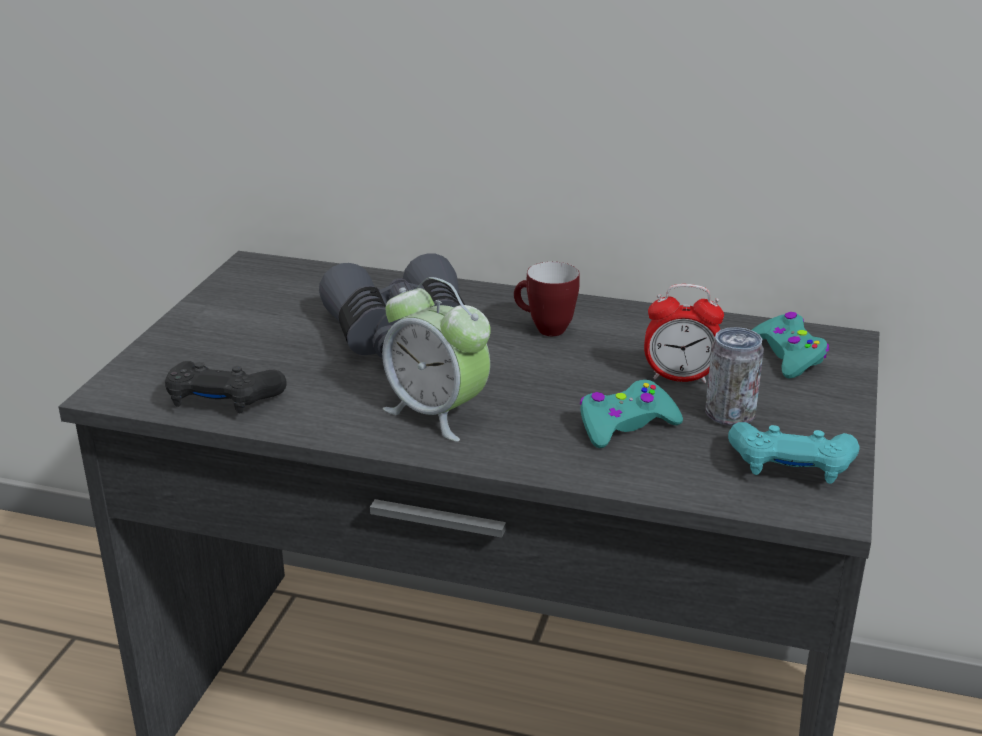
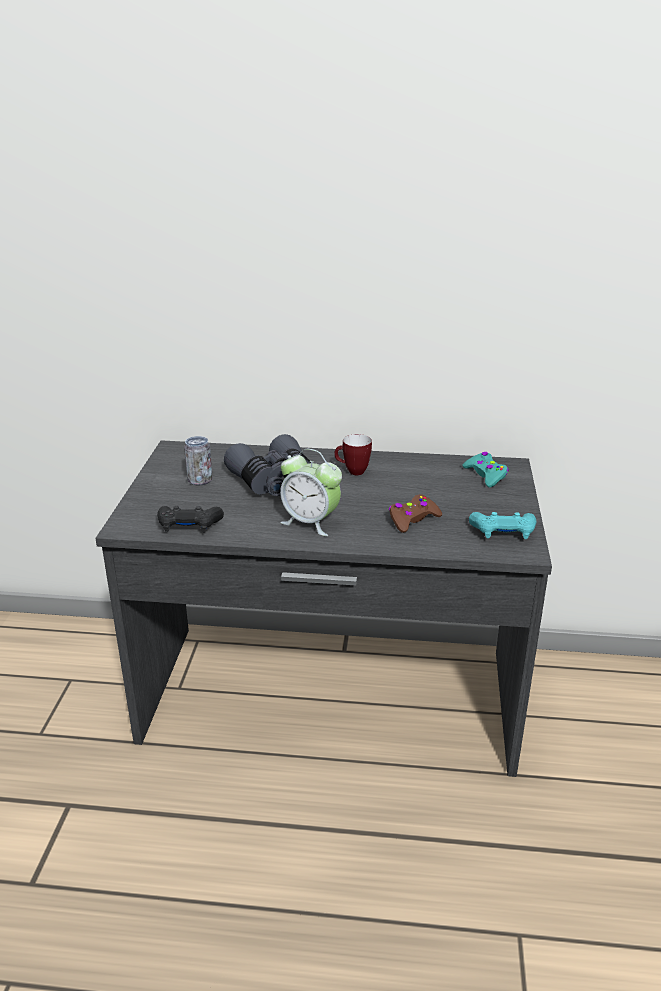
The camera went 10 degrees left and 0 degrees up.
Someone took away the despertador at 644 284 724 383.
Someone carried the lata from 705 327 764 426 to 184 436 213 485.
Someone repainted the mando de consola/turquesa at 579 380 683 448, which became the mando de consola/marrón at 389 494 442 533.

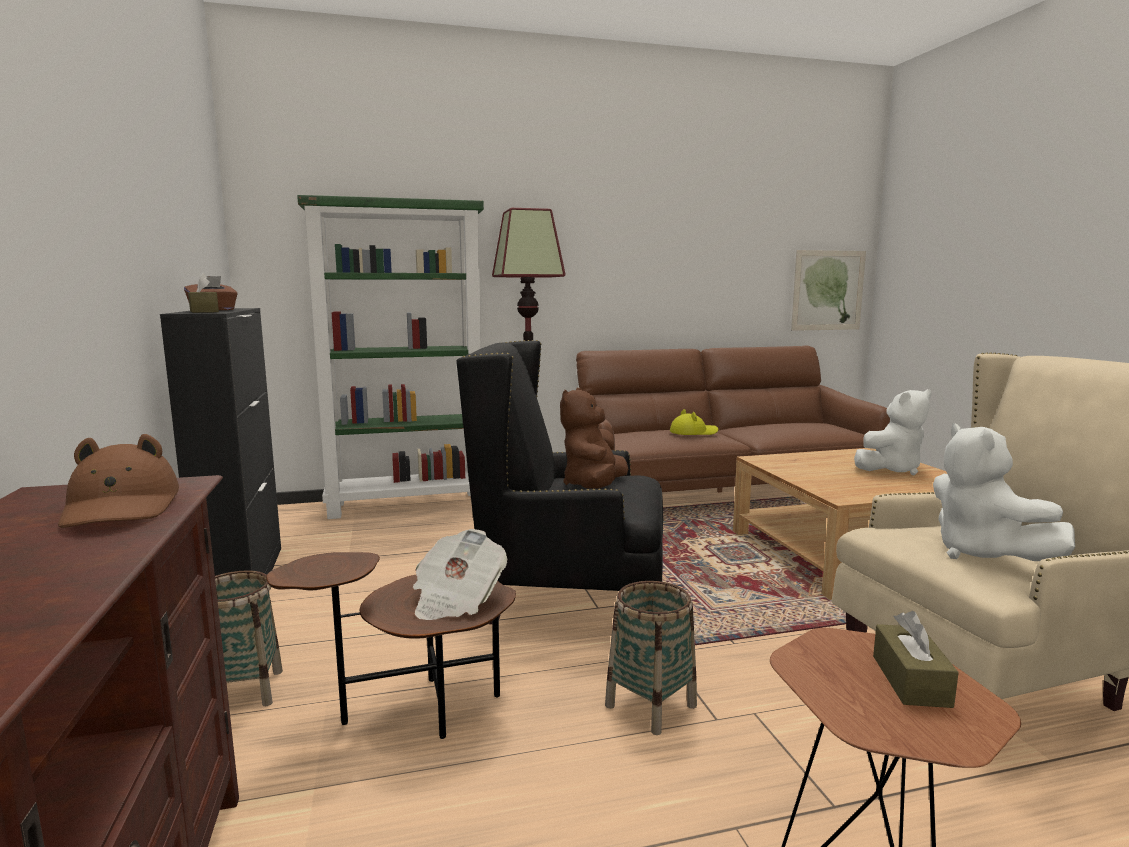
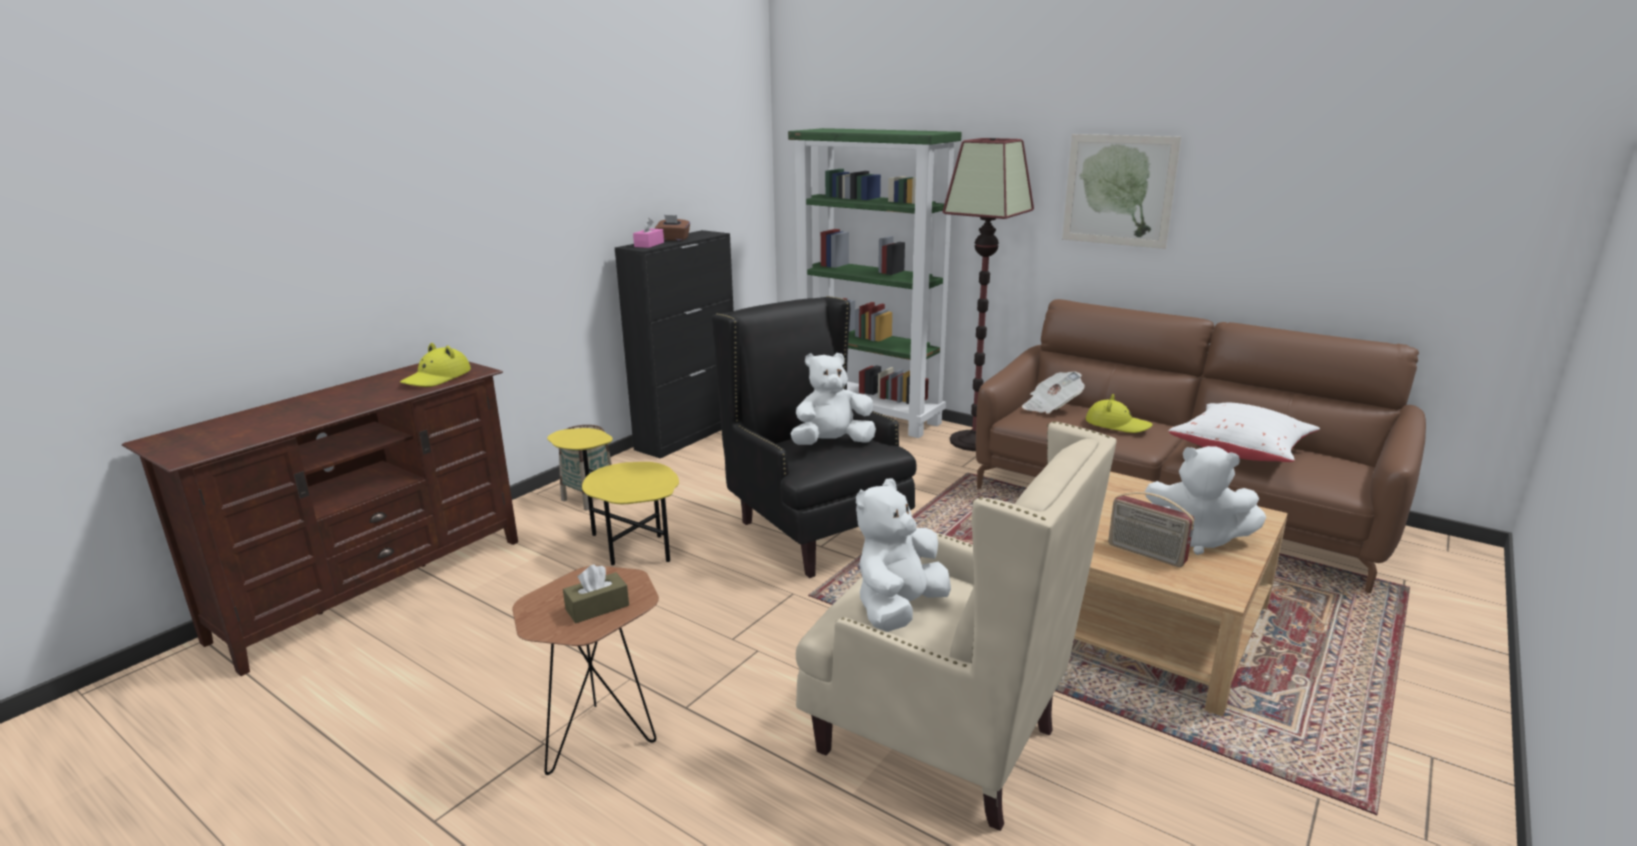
The camera went 50 degrees right and 10 degrees up.
Someone carried the cuadro from 791 250 866 331 to 1062 134 1181 249.
Someone repainted the caja de pañuelos/marrón at 188 273 219 313, which became the caja de pañuelos/rosa at 633 218 664 248.
Someone repainted the peluche/marrón at 560 388 628 489, which became the peluche/blanco at 791 353 876 445.
Someone repainted the sombrero/marrón at 58 434 179 528, which became the sombrero/amarillo at 400 343 471 387.
Someone carried the periódico from 413 529 508 620 to 1022 371 1085 414.
Someone repainted the mesa auxiliar/marrón at 266 552 516 739, which became the mesa auxiliar/amarillo at 547 428 679 565.
Someone took away the cesta at 605 581 697 735.
Someone put down the cojín/blanco at 1168 403 1320 462.
Someone put down the radio at 1108 492 1194 567.

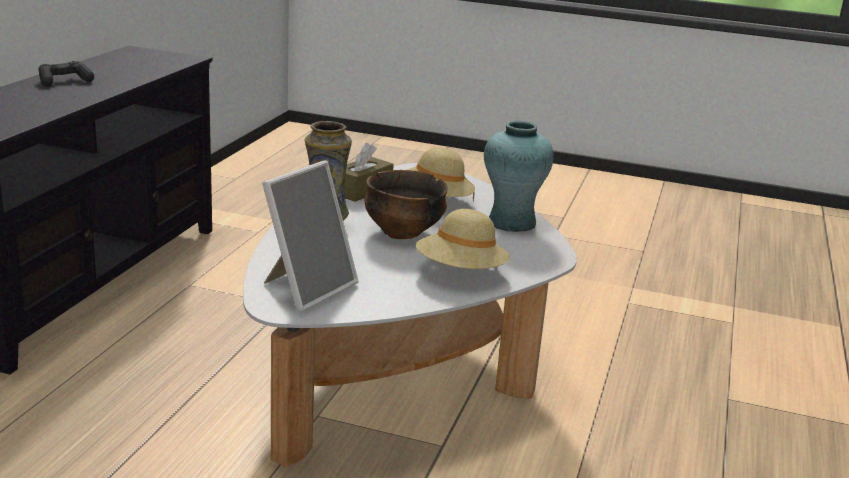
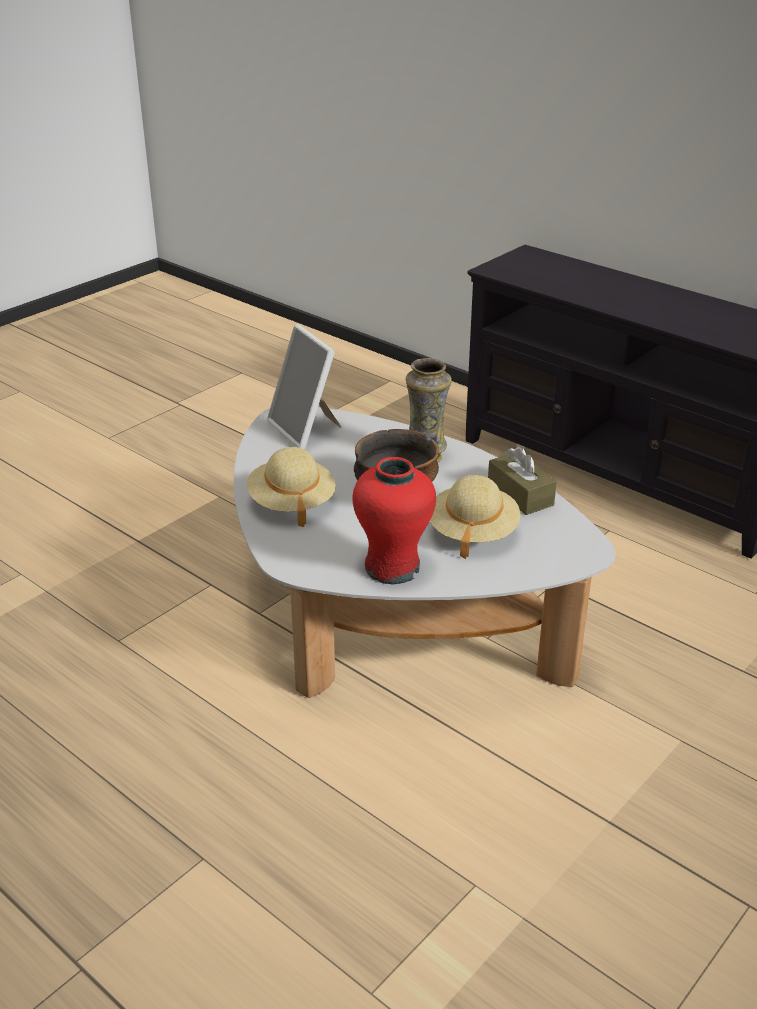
The camera went 115 degrees right and 10 degrees up.
Someone took away the mando de consola/negro at 38 61 94 86.
Someone repainted the florero/turquesa at 484 121 553 232, which became the florero/rojo at 352 457 436 584.

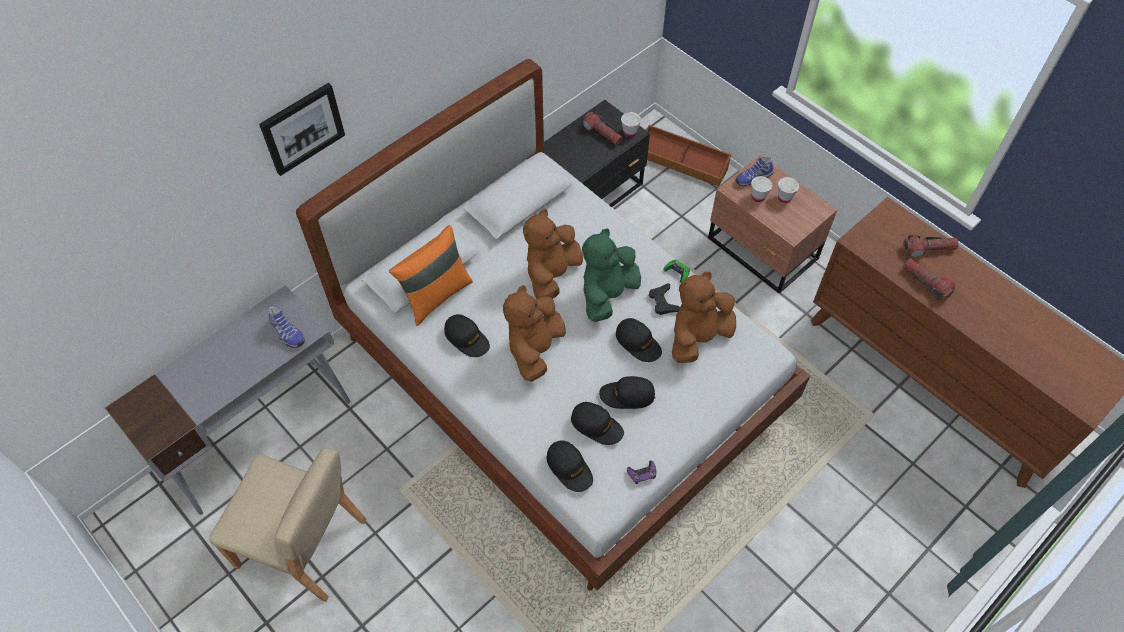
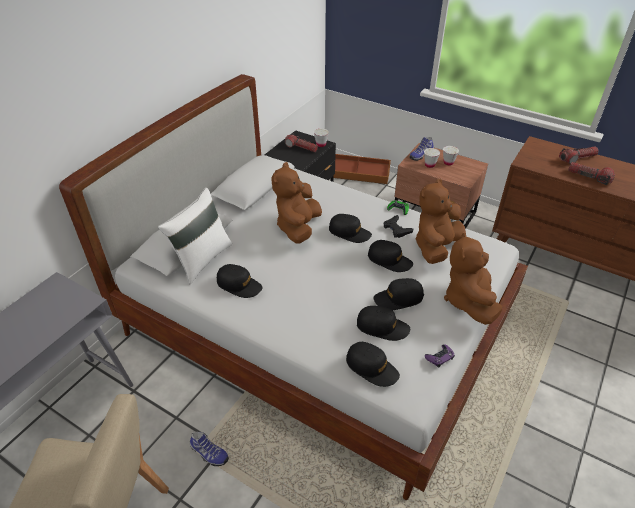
The camera went 15 degrees left and 15 degrees down.
Someone took away the cuadro at 259 83 345 176.
Someone repainted the cojín/naranja at 389 225 473 326, which became the cojín/blanco at 158 188 232 284.
Someone swapped the peluche/verde at 582 228 641 322 for the gorra/negro at 329 214 372 243.
Someone carried the peluche/marrón from 503 285 566 382 to 444 231 502 325.
Someone carried the zapato from 269 307 305 348 to 190 432 229 466.

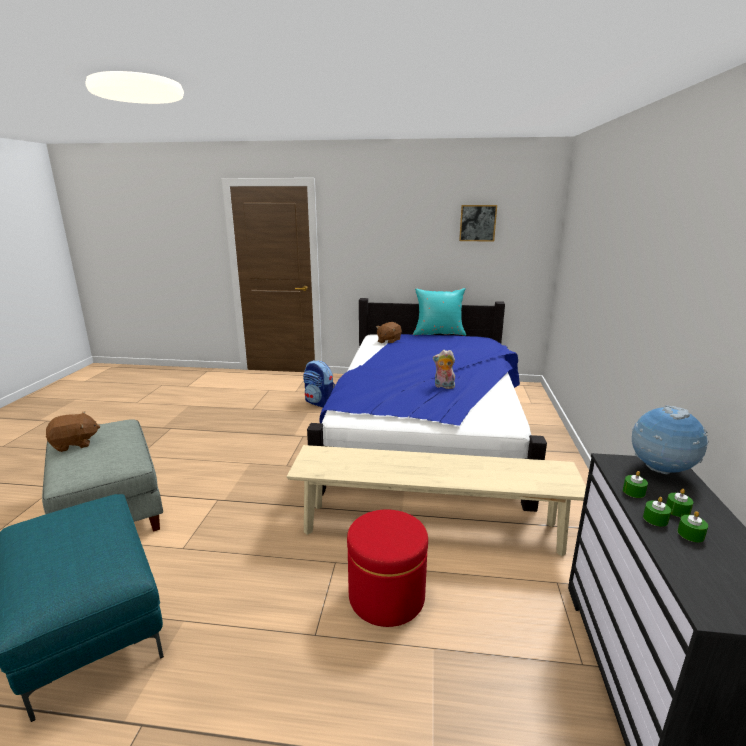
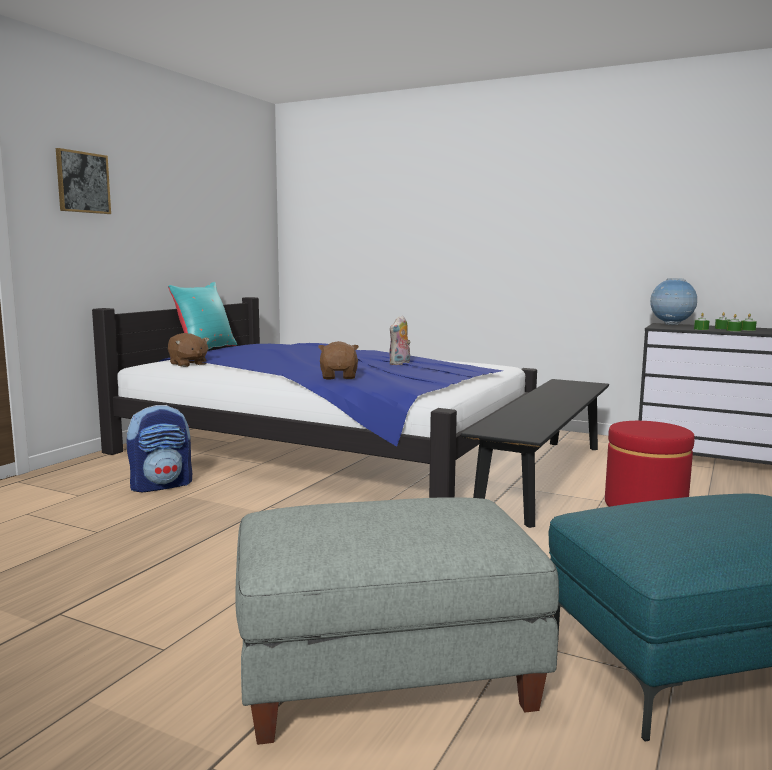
The camera went 70 degrees left and 10 degrees down.
Someone carried the cuadro from 459 205 497 242 to 56 148 111 214.
Someone carried the peluche/marrón from 46 411 100 452 to 318 341 359 379.
Someone repainted the banco/beis at 287 445 586 556, which became the banco/negro at 461 379 609 528.

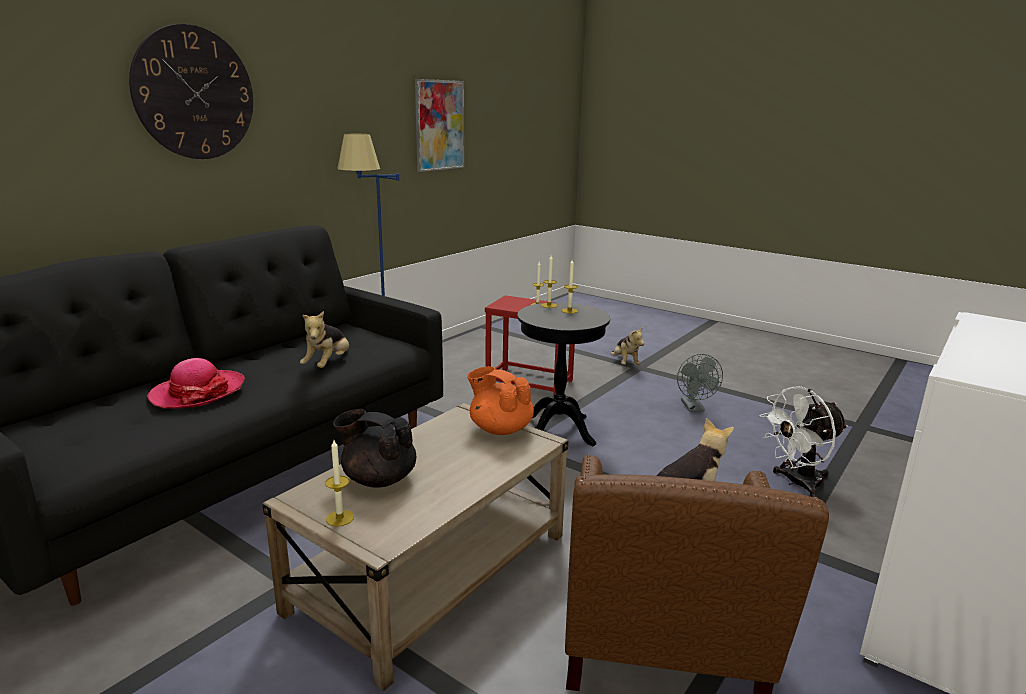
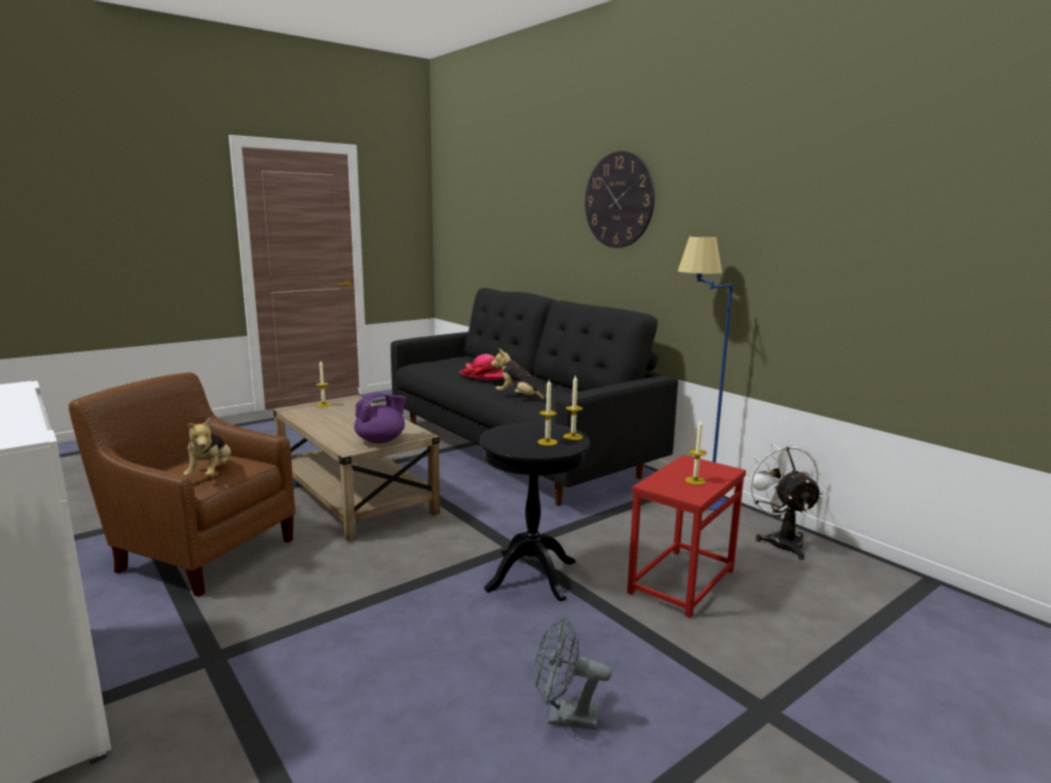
The camera went 105 degrees right and 5 degrees down.
Someone took away the cuadro at 415 79 464 172.
Someone took away the peluche at 611 327 644 365.
Someone repainted the tetera/naranja at 467 366 534 435, which became the tetera/morado at 354 393 407 443.
Someone carried the ventilador/blanco from 760 386 848 497 to 745 444 822 560.
Someone took away the tetera/negro at 333 409 416 488.

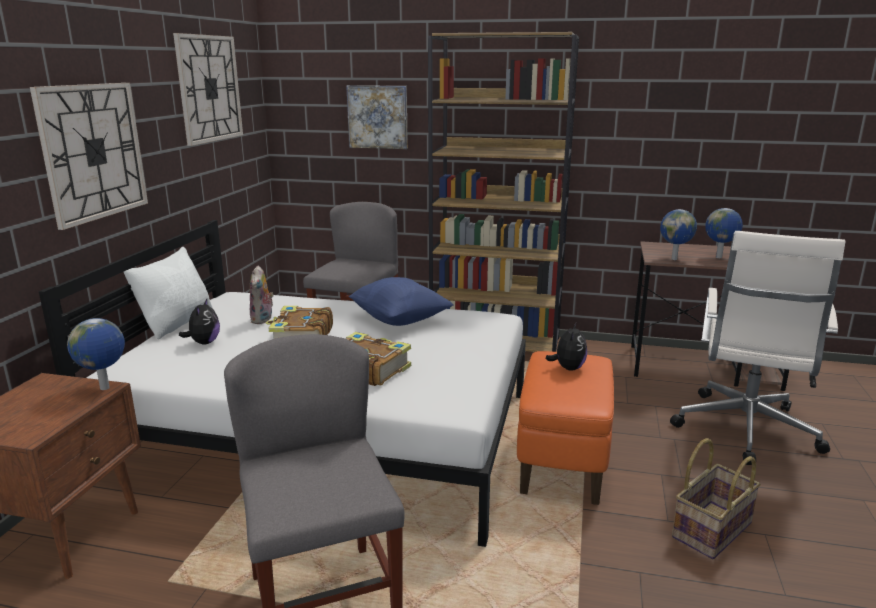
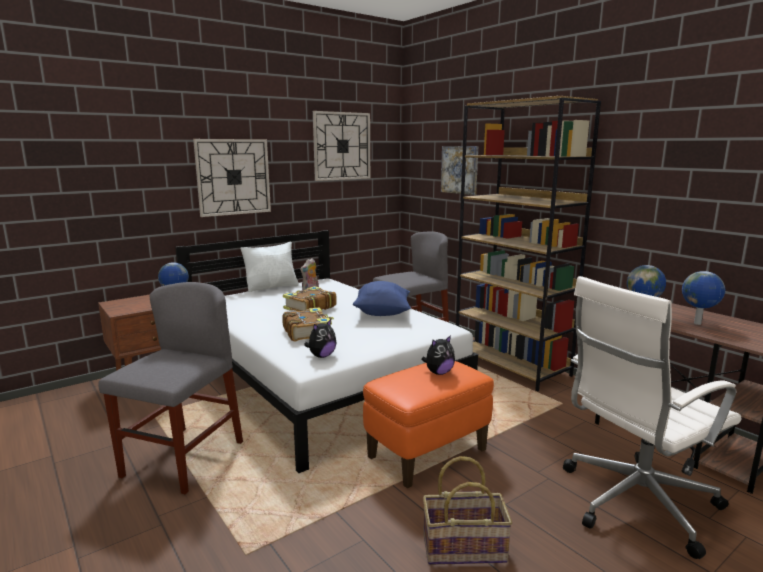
The camera went 40 degrees right and 5 degrees down.
Someone carried the peluche from 179 299 220 344 to 304 319 337 358.

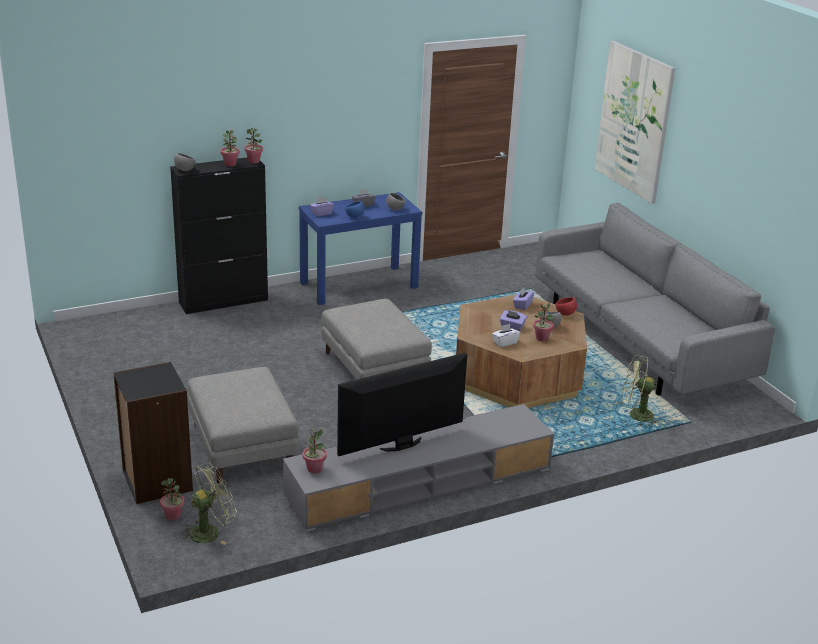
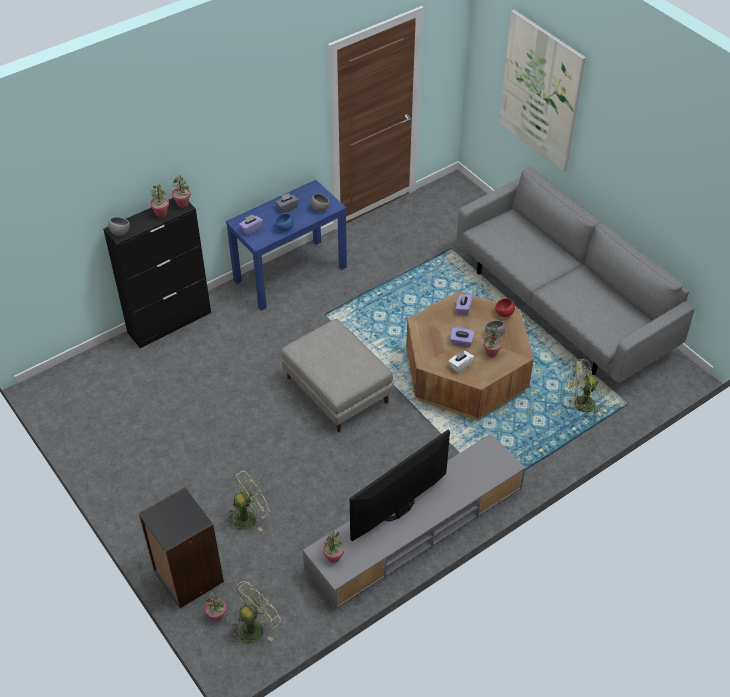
The camera went 10 degrees left and 20 degrees up.
Someone swapped the puf/gris at 188 367 299 484 for the ventilador/verde at 225 471 270 531.

